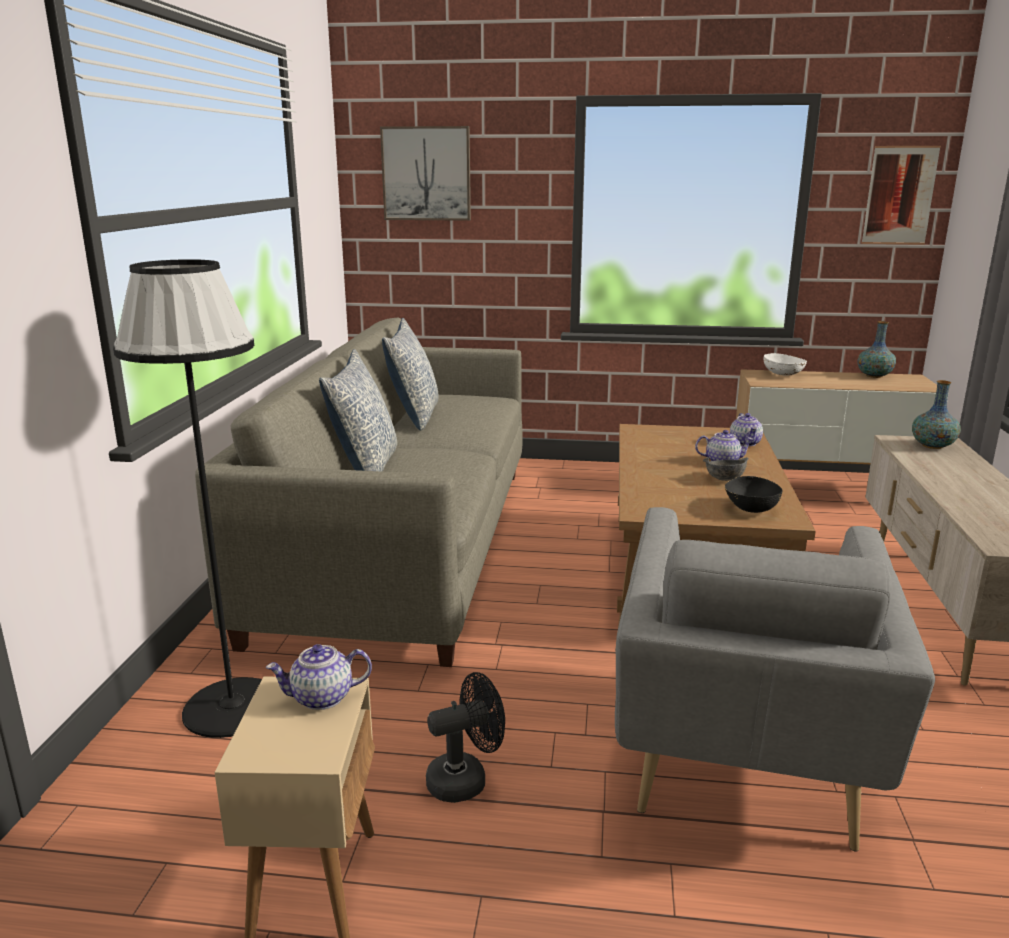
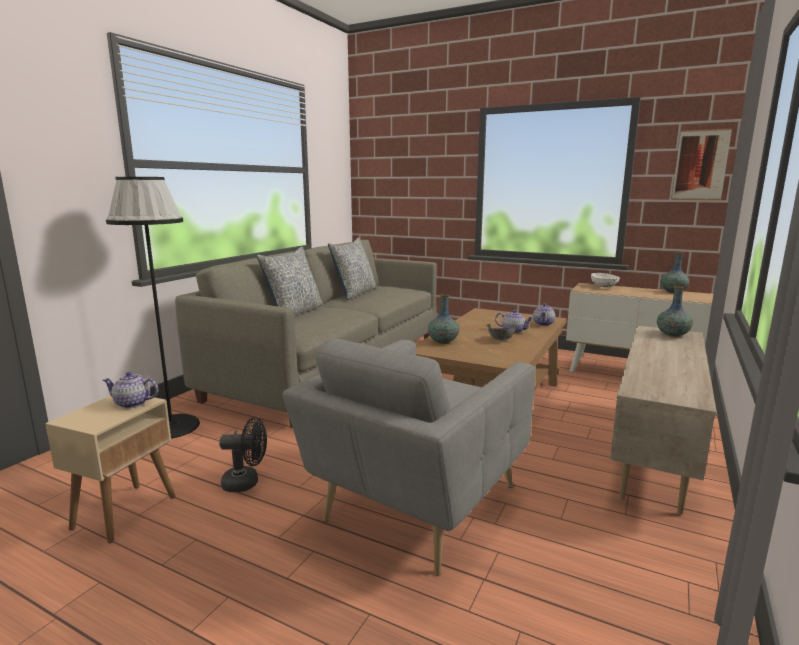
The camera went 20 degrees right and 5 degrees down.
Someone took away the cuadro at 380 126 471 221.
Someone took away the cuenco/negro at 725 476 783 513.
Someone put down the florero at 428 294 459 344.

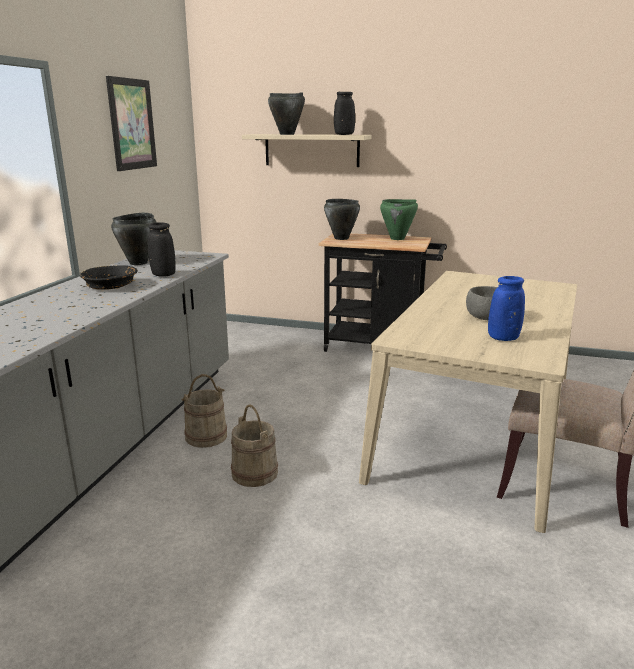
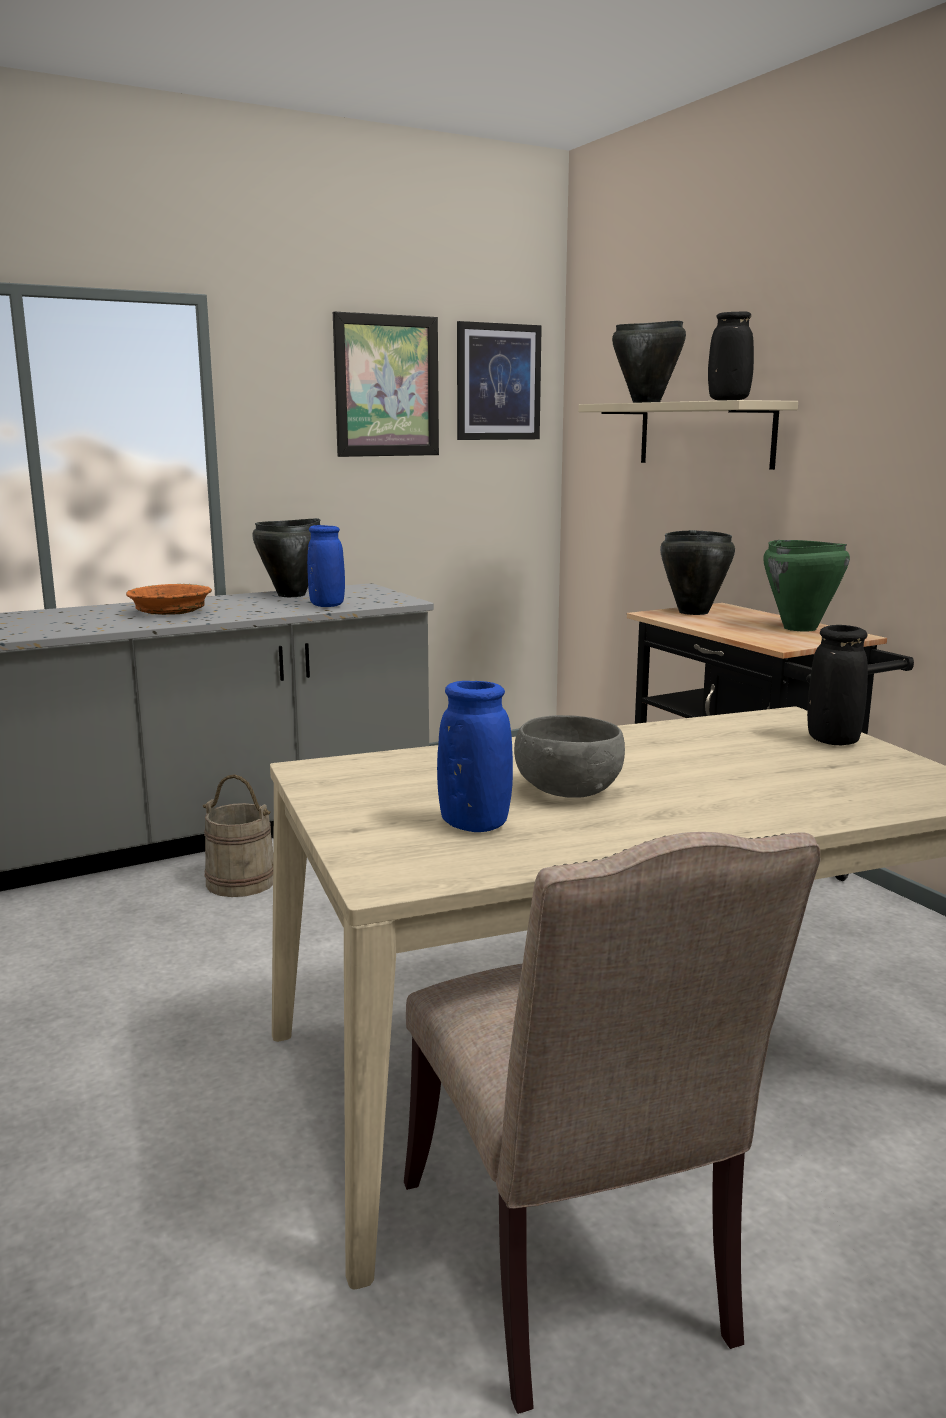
The camera went 45 degrees right and 5 degrees down.
Someone carried the florero/negro from 148 222 175 277 to 807 625 868 745.
Someone repainted the cuenco/negro at 80 265 138 290, which became the cuenco/naranja at 126 584 212 615.
Someone took away the cubo/beis at 231 404 278 487.
Someone put up the cuadro at 457 321 542 440.
Someone put down the florero/azul at 307 525 345 607.

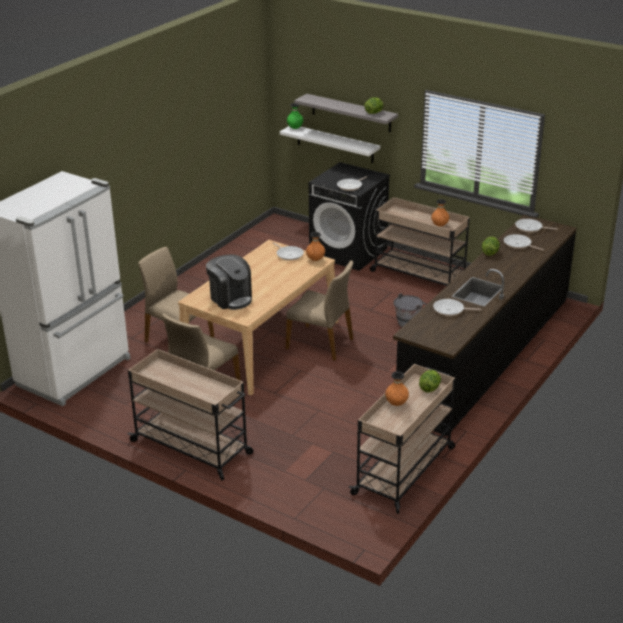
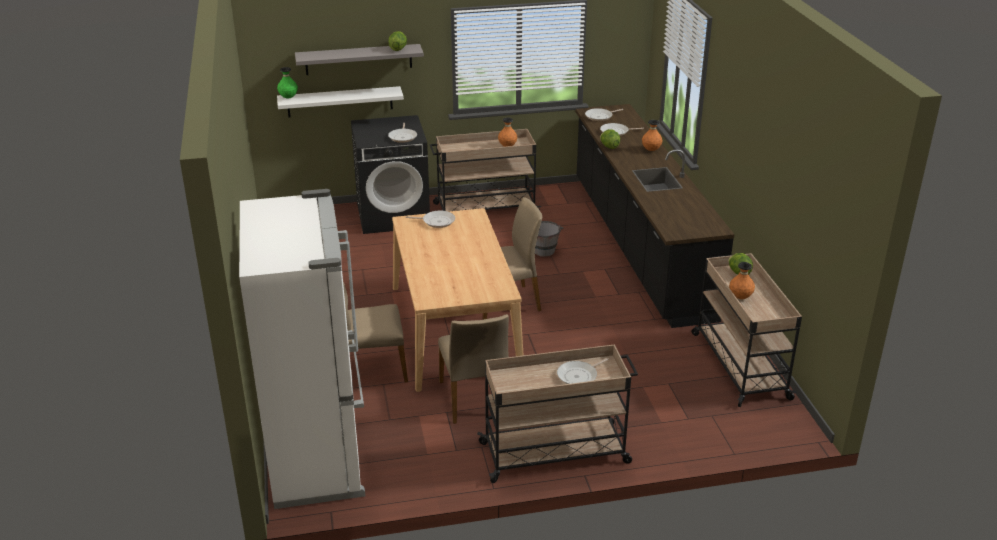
The camera went 45 degrees left and 0 degrees up.
Someone carried the florero/naranja from 306 232 325 261 to 642 120 663 151.
Someone took away the cafetera at 206 254 252 310.
Someone carried the sartén from 433 299 481 316 to 557 358 609 384.

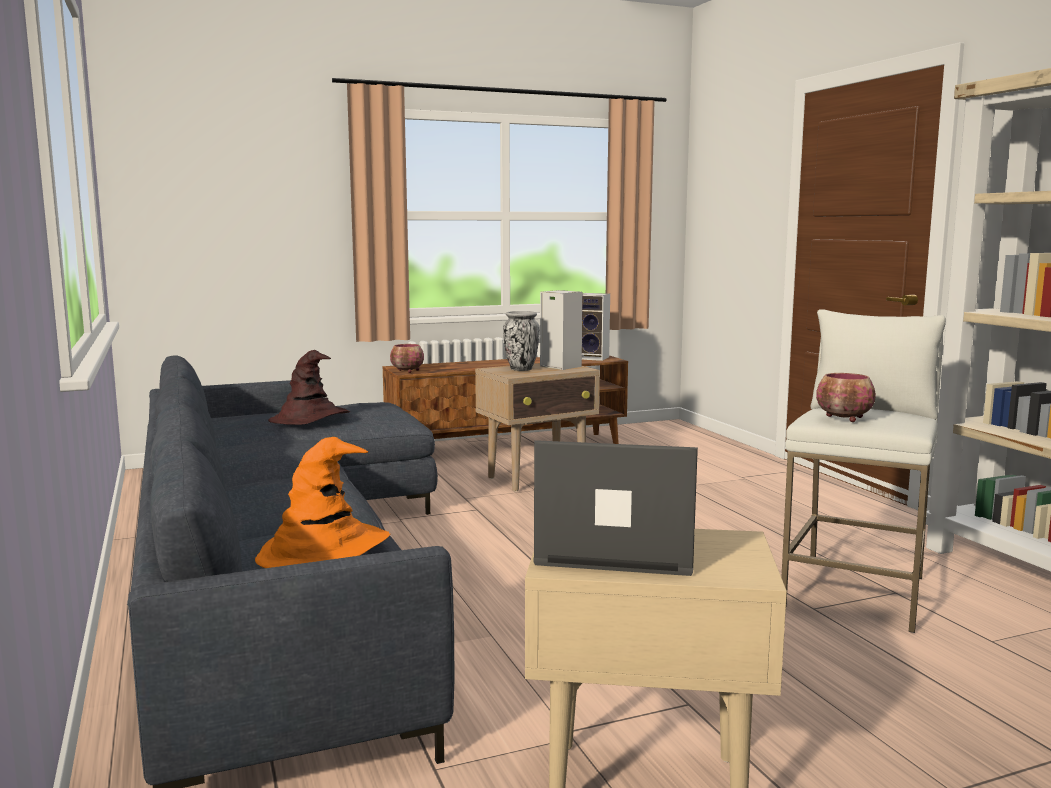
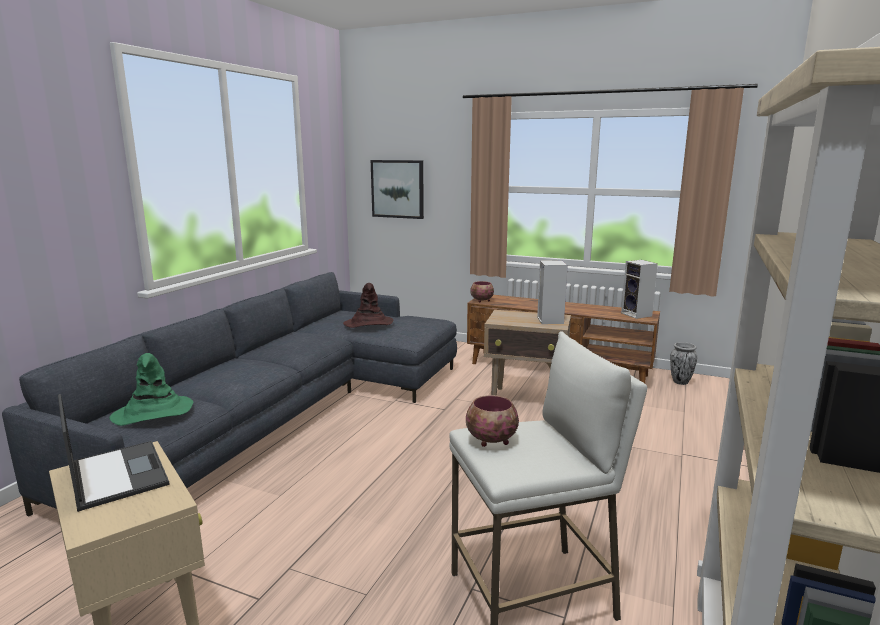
The camera went 45 degrees right and 5 degrees up.
Someone carried the florero from 503 311 540 371 to 670 342 697 385.
Someone repainted the sombrero/naranja at 255 437 390 568, which became the sombrero/verde at 109 353 193 426.
Someone put up the cuadro at 371 160 424 219.

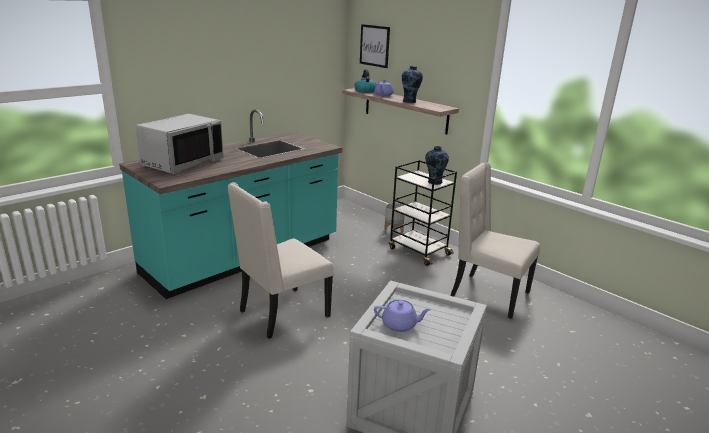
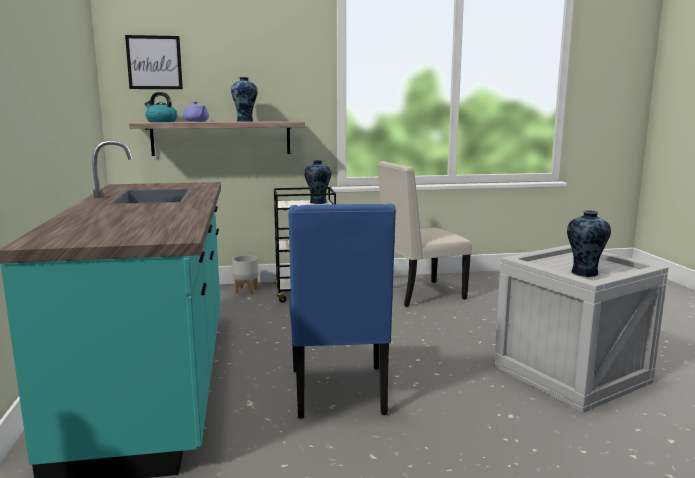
The camera went 55 degrees left and 10 degrees down.
Someone took away the microondas/gris at 136 114 224 174.
Someone repainted the silla/beis at 227 182 334 339, which became the silla/azul at 289 204 396 419.
Someone swapped the tetera/morado at 374 300 431 332 for the florero at 567 210 611 277.

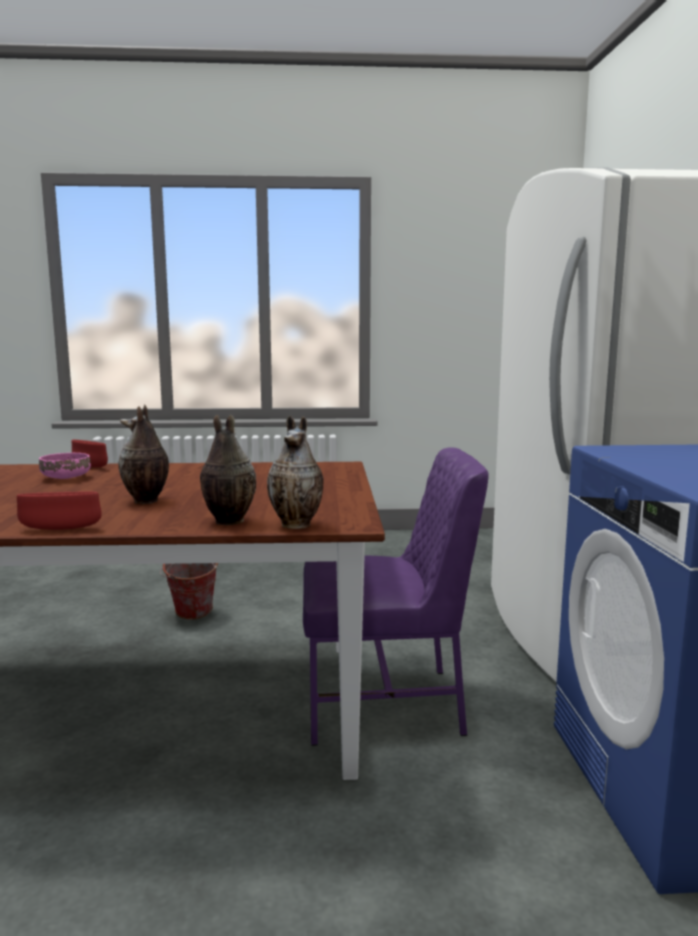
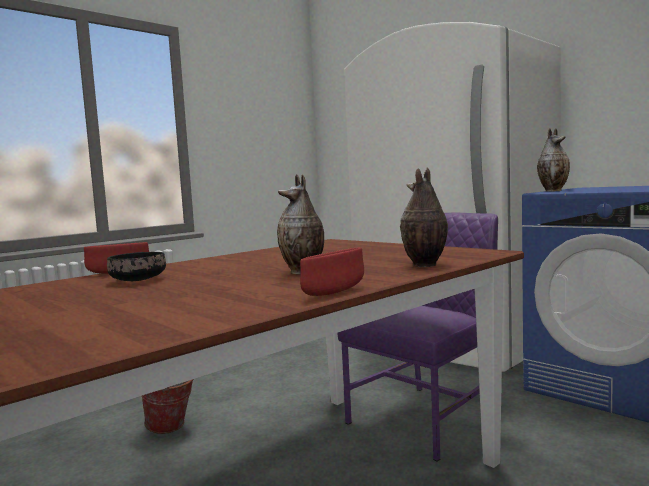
The camera went 40 degrees left and 5 degrees down.
Someone carried the florero from 267 416 324 529 to 537 128 570 192.
Someone repainted the cuenco/rosa at 39 453 91 479, which became the cuenco/negro at 107 252 166 281.

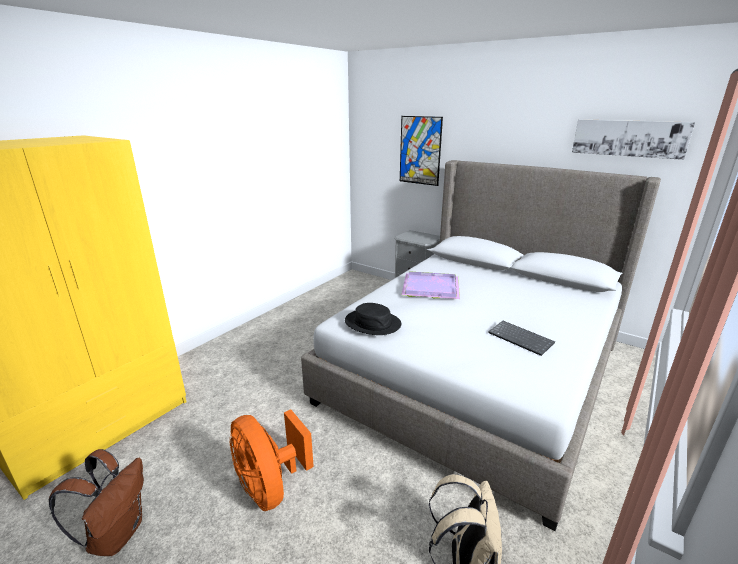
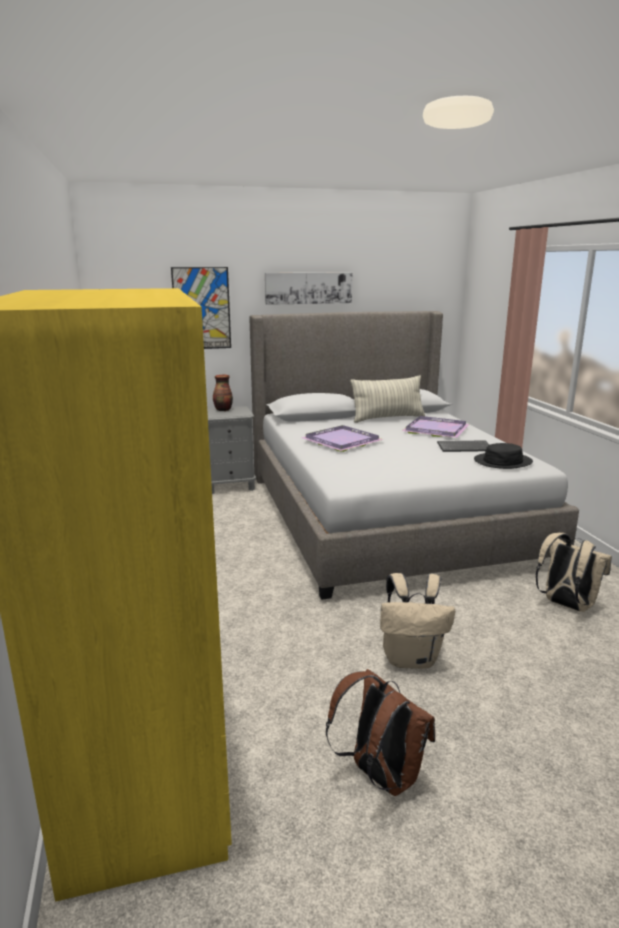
The camera went 50 degrees left and 5 degrees down.
Someone carried the cuadro from 572 119 695 160 to 265 272 352 305.
Someone carried the sombrero/negro from 345 303 401 335 to 474 443 533 469.
Someone swapped the ventilador/naranja at 230 409 314 511 for the mochila/beis at 380 573 455 669.
Someone put down the florero at 213 375 233 411.
Someone put down the cojín at 351 375 425 423.
Someone put down the bandeja/morado at 402 416 470 438.

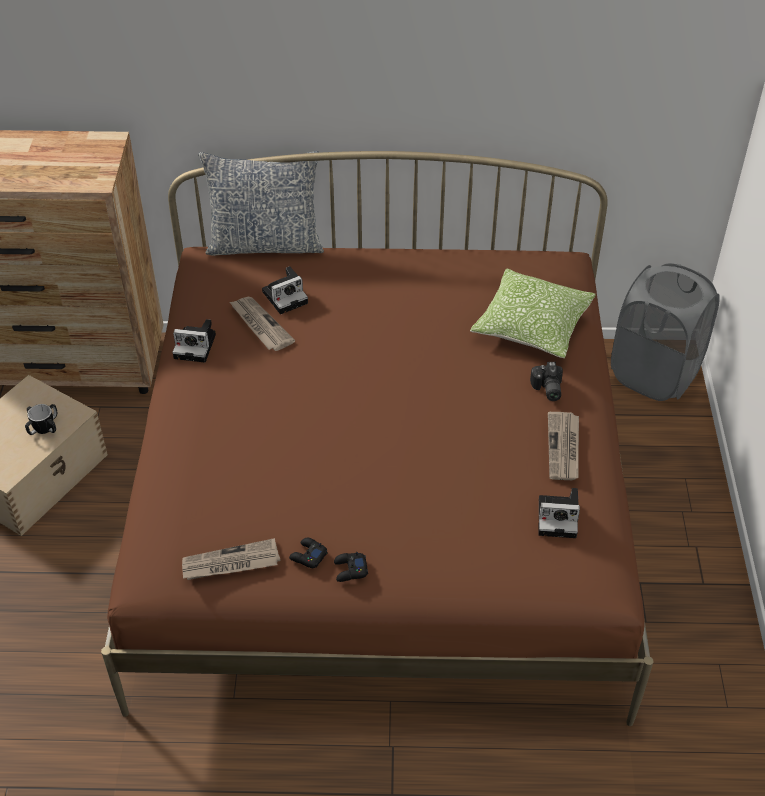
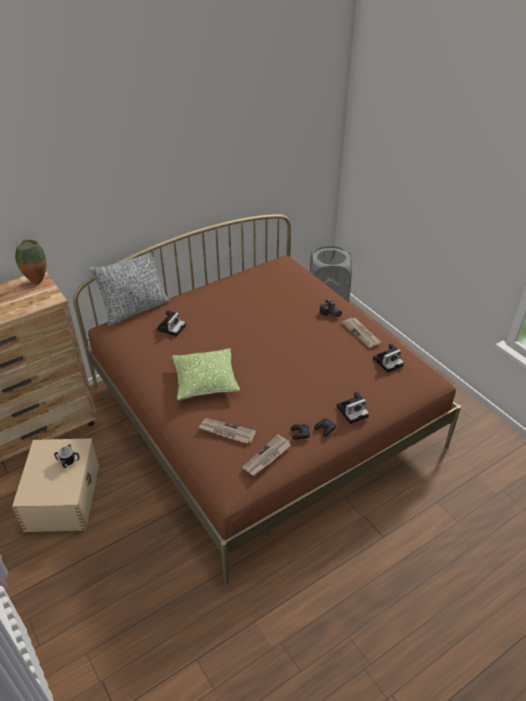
The camera went 35 degrees left and 5 degrees down.
Someone carried the cojín from 470 268 596 358 to 172 348 240 400.
Someone carried the periódico from 230 297 295 351 to 199 418 256 444.
Someone carried the cámara from 172 319 216 363 to 337 391 369 424.
Someone put down the florero at 15 240 47 284.

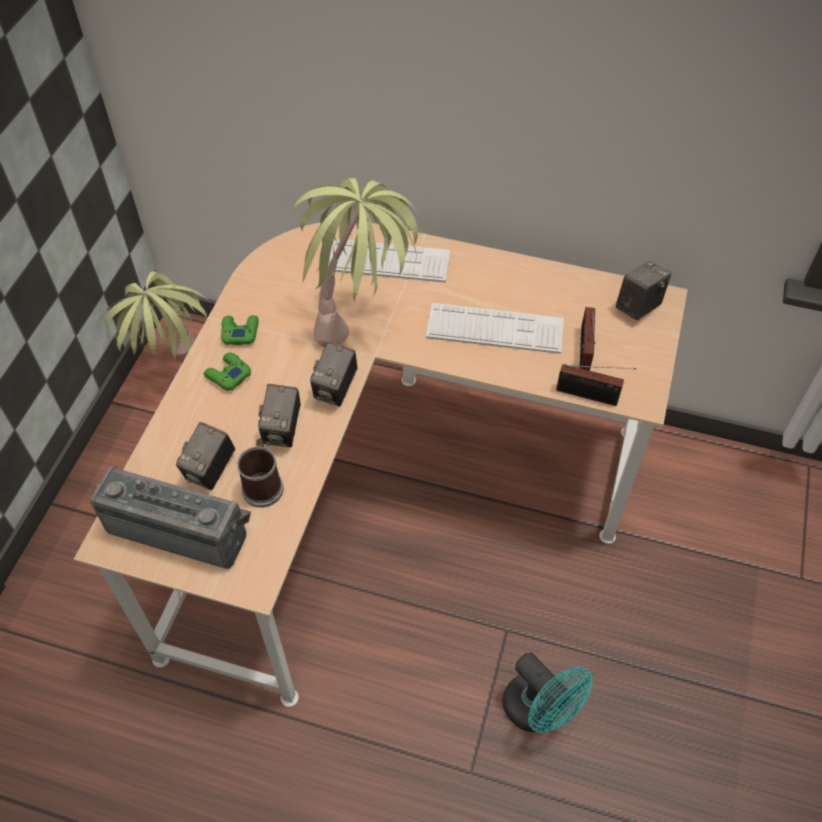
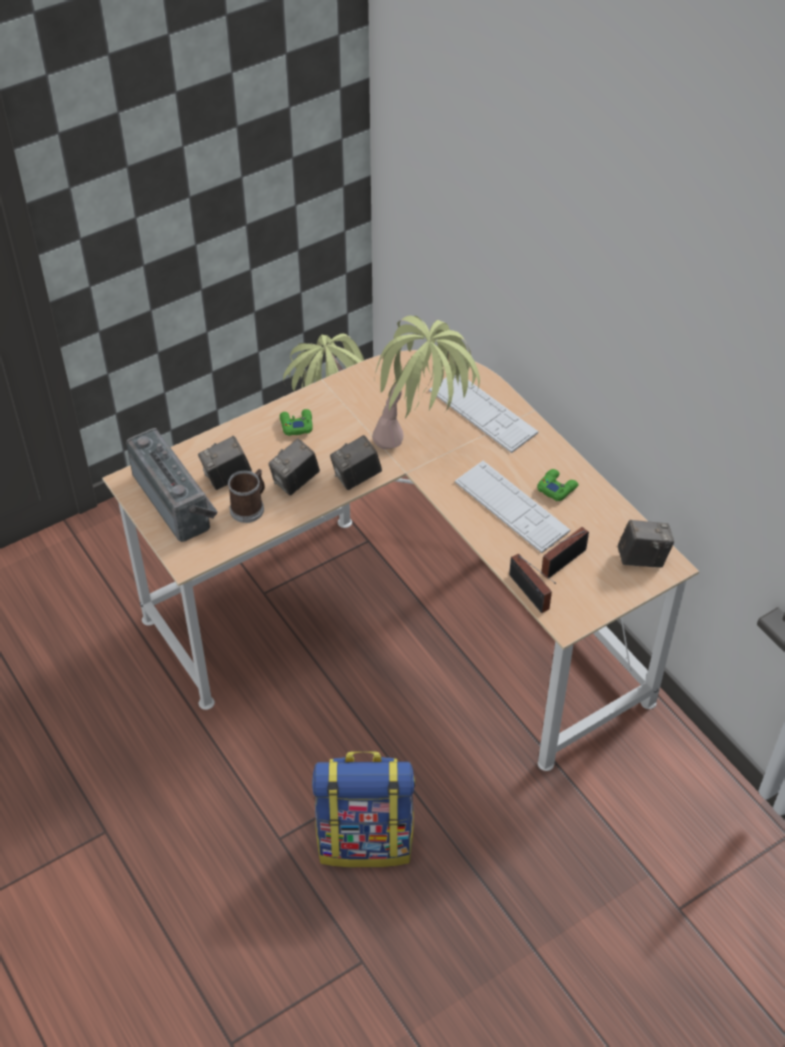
The camera went 40 degrees right and 5 degrees down.
Someone carried the mando de consola/verde from 221 315 259 345 to 537 469 578 501.
Someone swapped the ventilador/turquesa at 502 653 593 733 for the mochila at 312 751 415 867.

